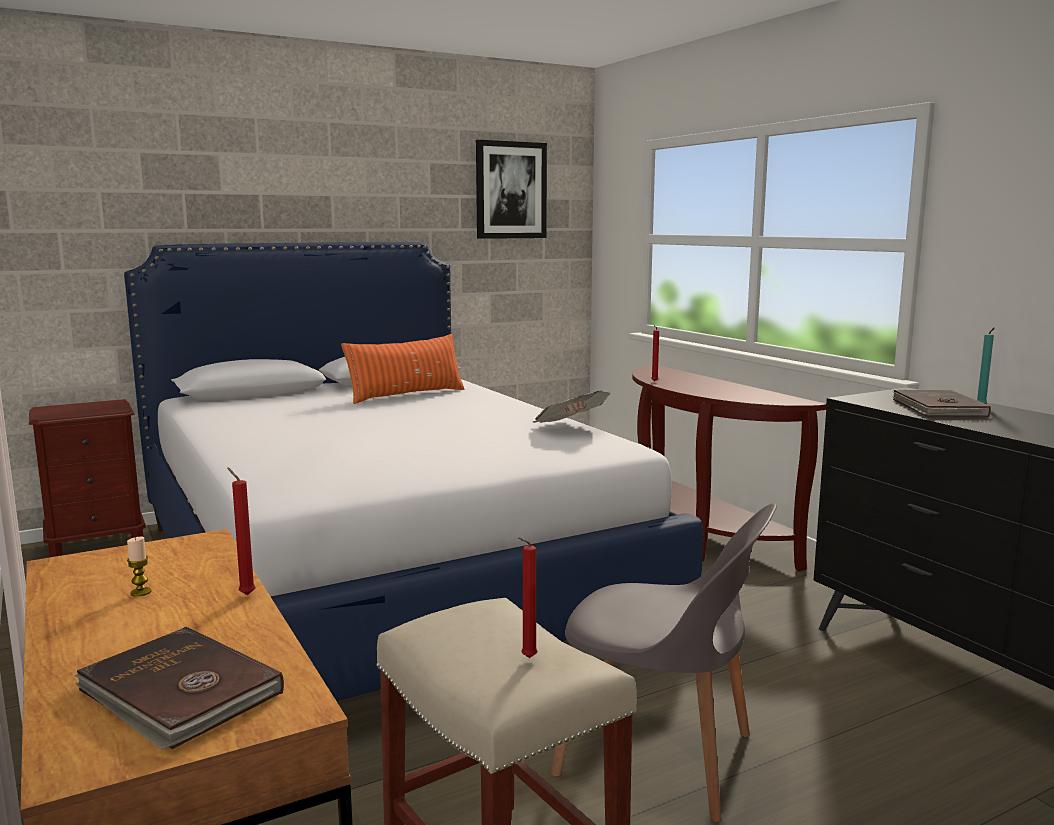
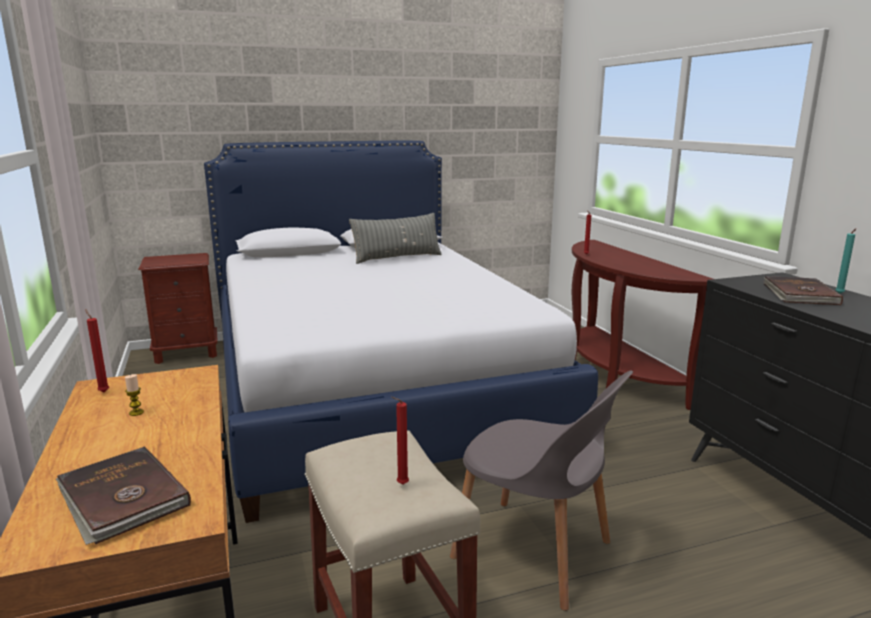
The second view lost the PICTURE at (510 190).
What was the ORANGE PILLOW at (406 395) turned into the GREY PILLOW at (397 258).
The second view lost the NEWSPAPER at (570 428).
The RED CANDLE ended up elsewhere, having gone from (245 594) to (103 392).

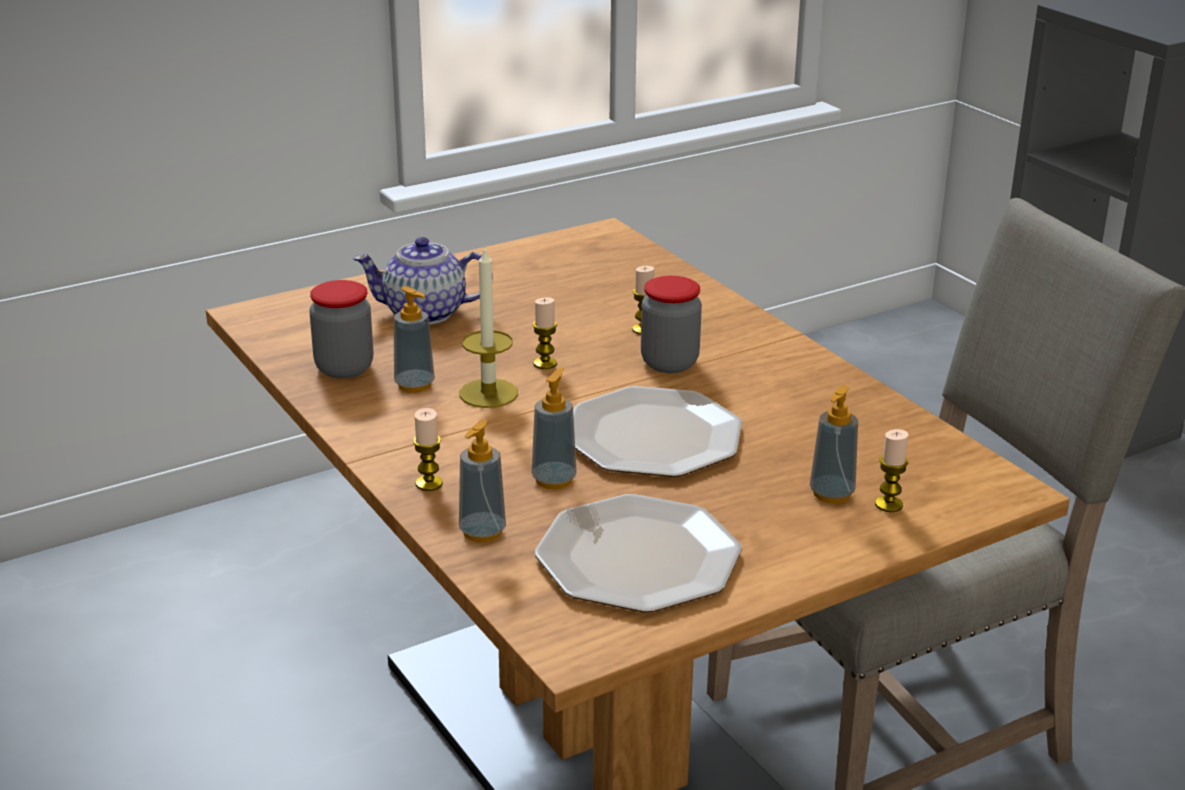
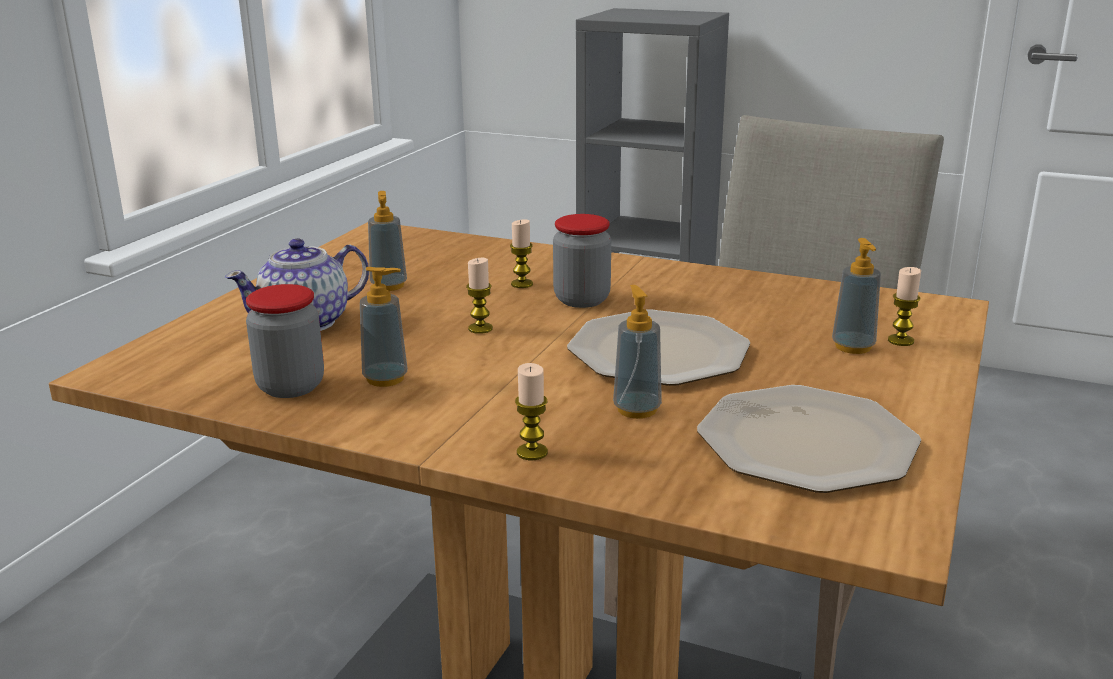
The second view lost the CANDLE at (488 393).
The SOAP DISPENSER ended up elsewhere, having gone from (482 532) to (388 286).

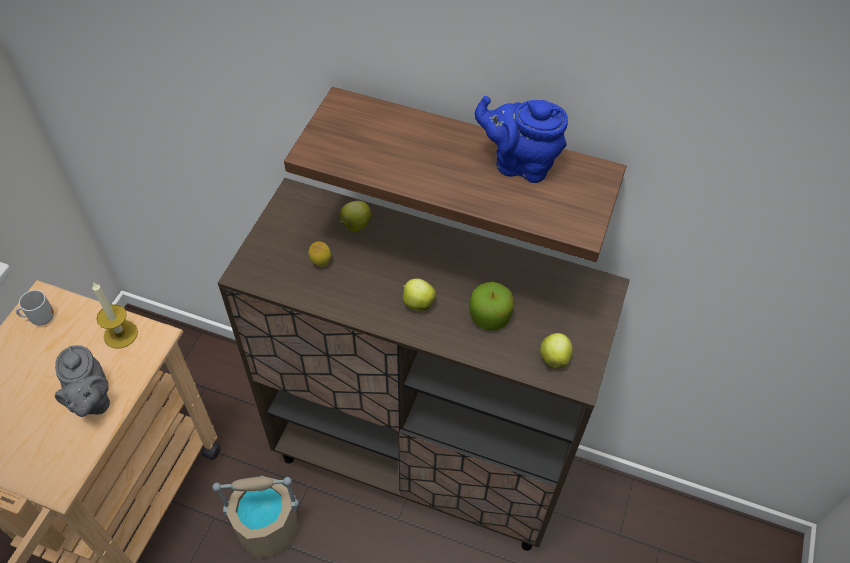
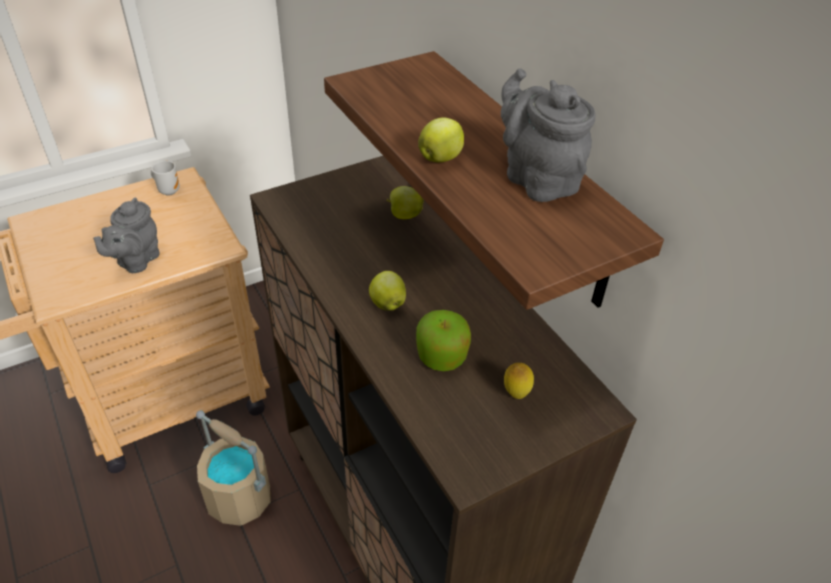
What was the BLUE TEAPOT at (519 164) turned into the GREY TEAPOT at (537 178).
The LEMON ended up elsewhere, having gone from (321 263) to (516 393).
The second view lost the CANDLE at (120 334).
The APPLE ended up elsewhere, having gone from (554 358) to (441 158).

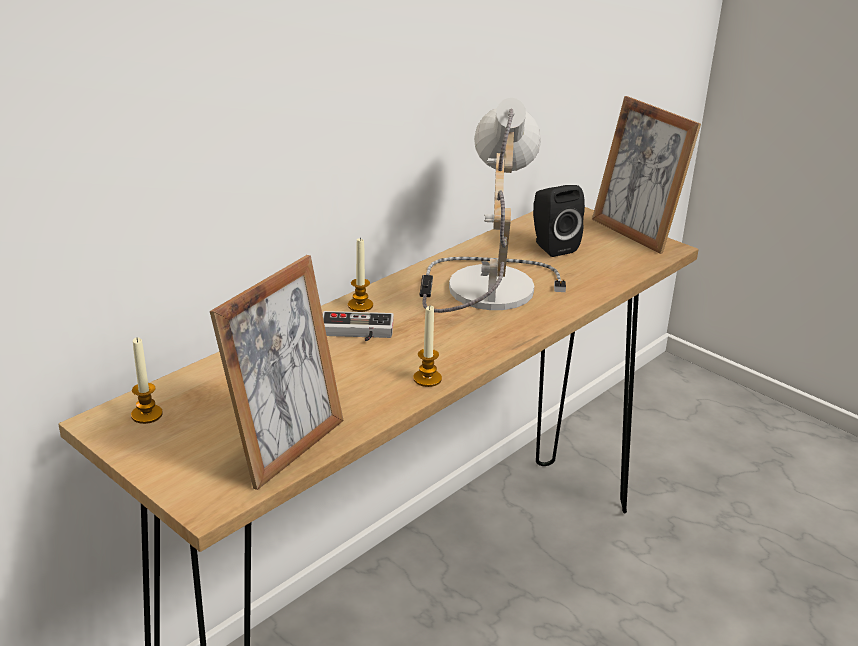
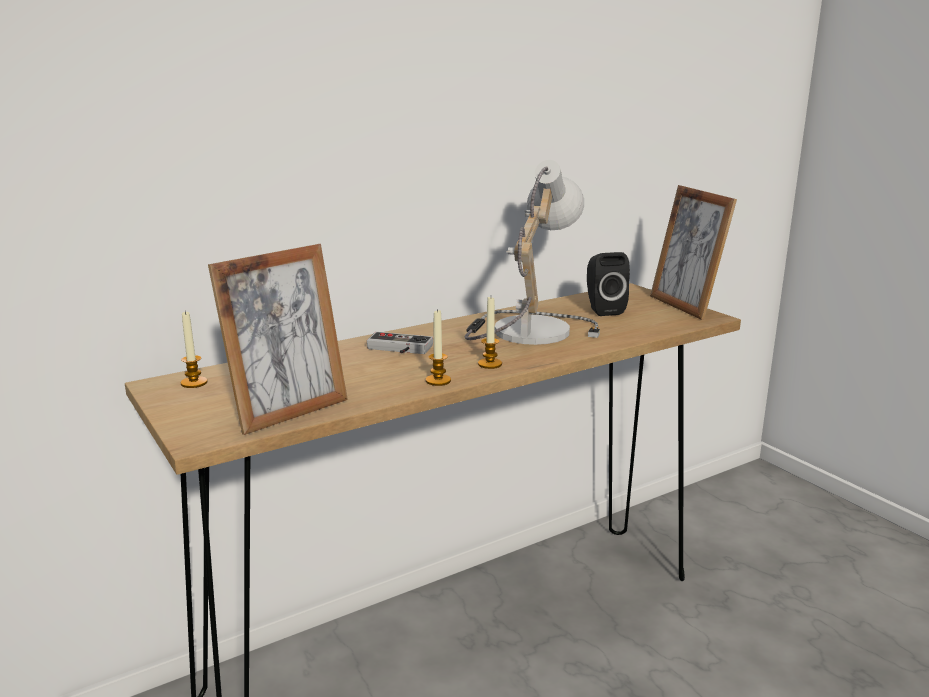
The CANDLE ended up elsewhere, having gone from (360 305) to (490 364).

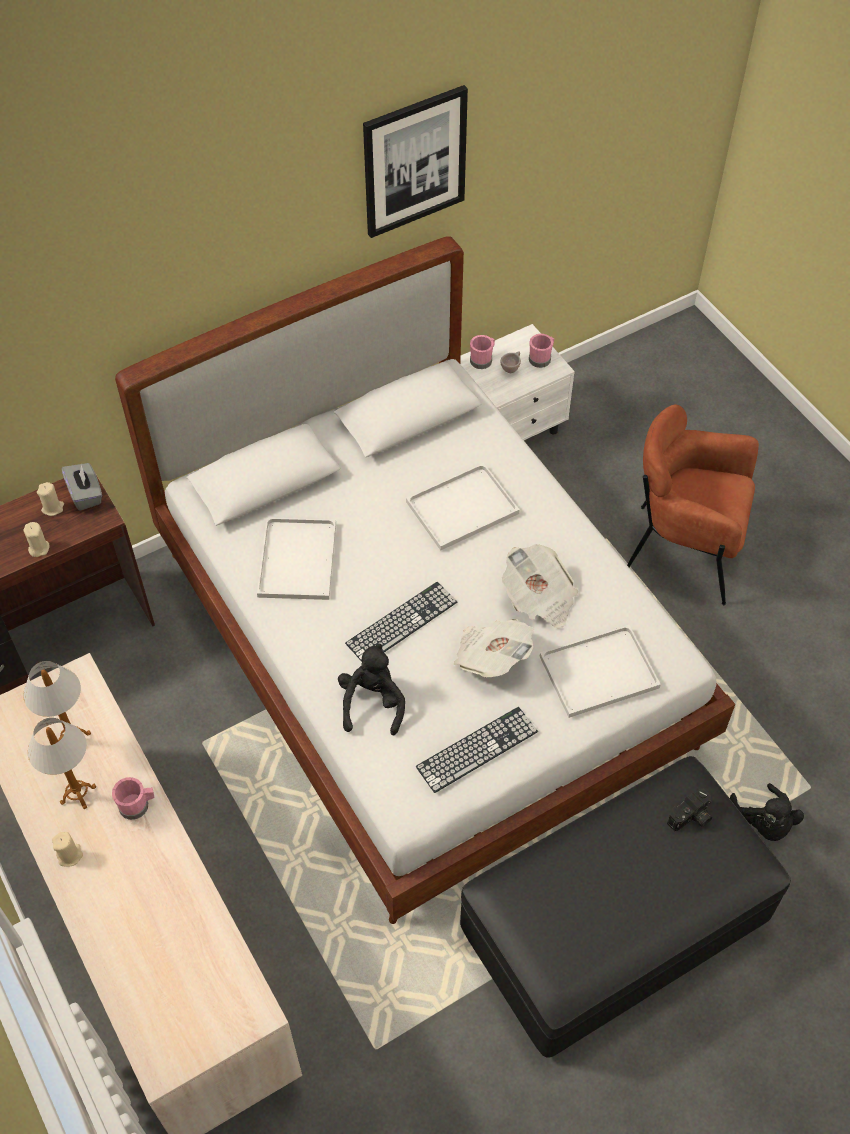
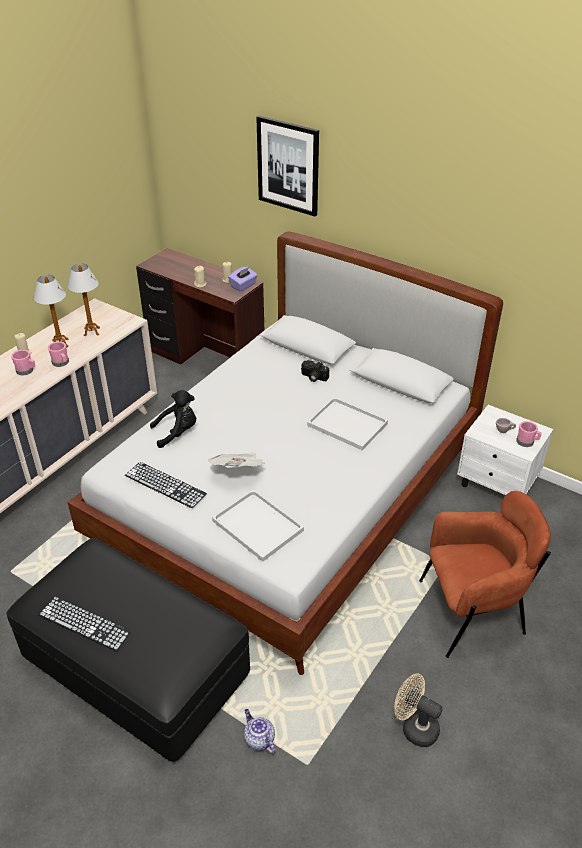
The PICTURE ended up elsewhere, having gone from (414 161) to (288 166).
The PINK MUG ended up elsewhere, having gone from (482 359) to (26 371).
The BROWN ARMCHAIR at (683 548) ended up facing another way, 90 degrees clockwise from before.
What was the GREY TISSUE BOX at (86 494) turned into the PURPLE TISSUE BOX at (243 286).
The second view lost the WHITE TRAY at (298 561).
The second view lost the NEWSPAPER at (539 598).
The KEYBOARD ended up elsewhere, having gone from (401 623) to (84 623).
Where the BLACK PLUSH TOY stood at (764 823), the TEAPOT came to stand at (259 739).
The PHOTO CAMERA ended up elsewhere, having gone from (691 818) to (313 377).
The second view gained the BEIGE FAN at (414 727).

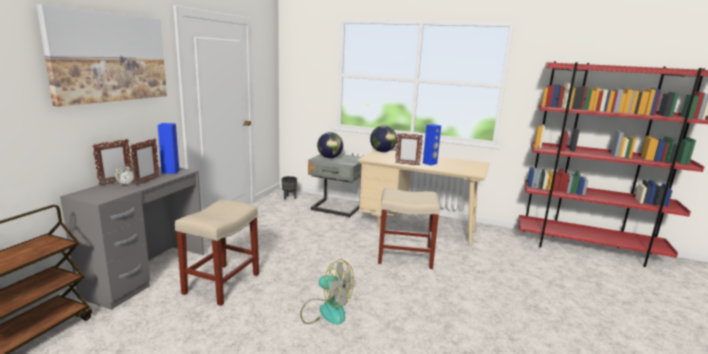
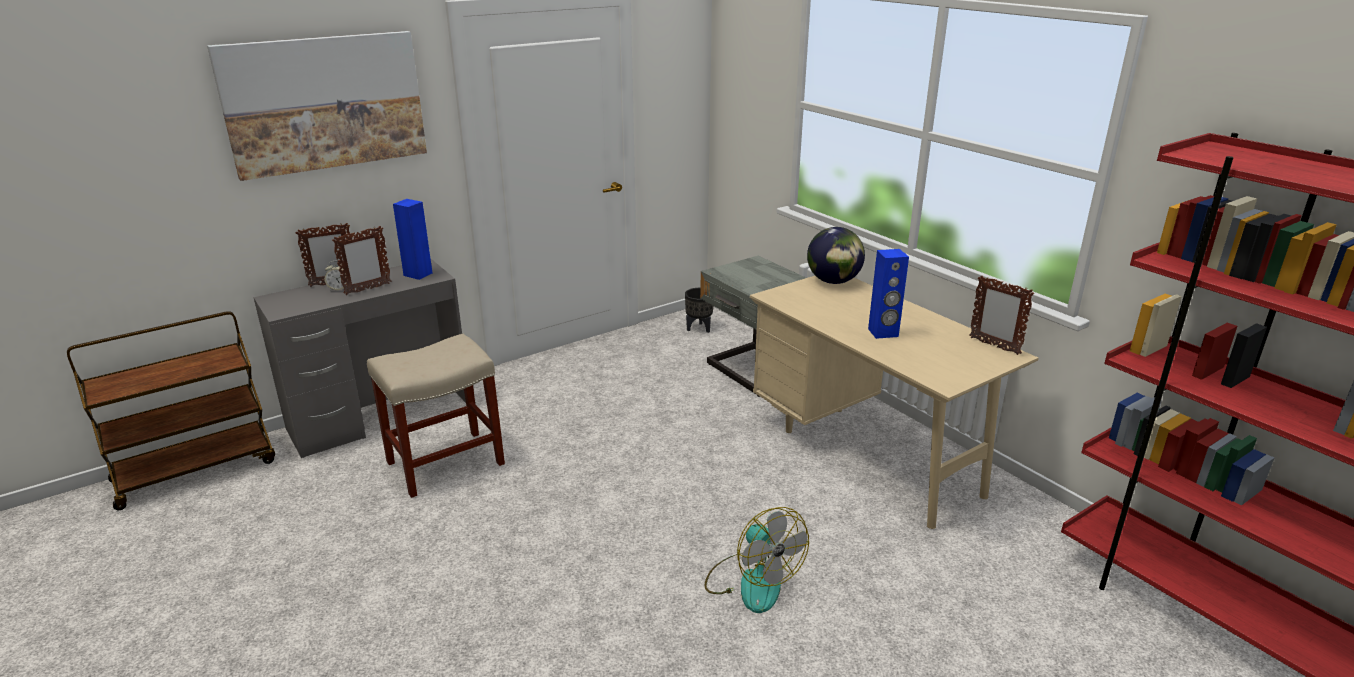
The second view lost the GLOBE at (330 157).
The PICTURE FRAME ended up elsewhere, having gone from (407 164) to (994 346).
The second view lost the BEIGE STOOL at (404 257).
The FAN ended up elsewhere, having gone from (326 311) to (752 581).

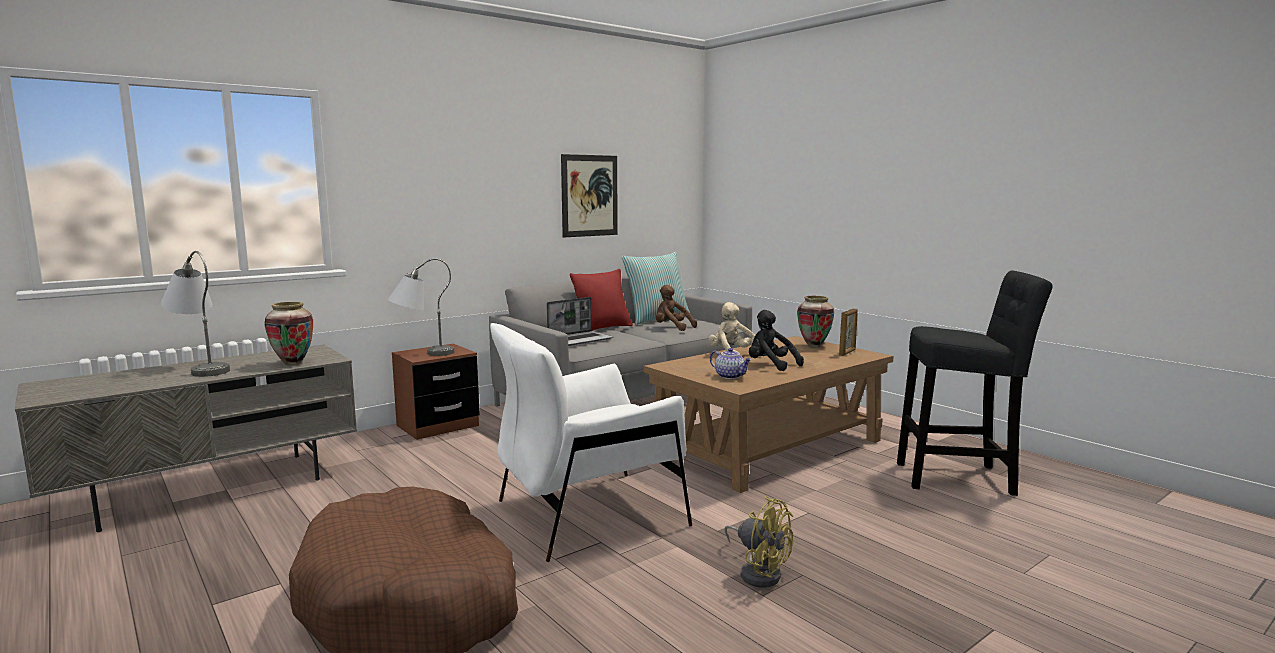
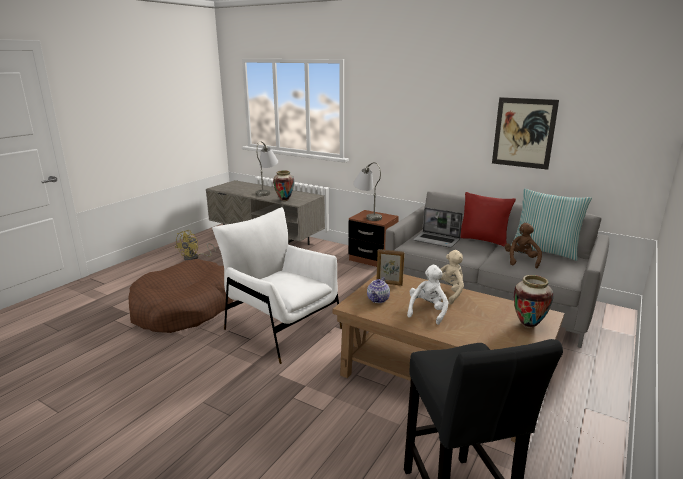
The PICTURE FRAME ended up elsewhere, having gone from (847 352) to (389 283).
What was the BLACK PLUSH TOY at (770 365) turned into the WHITE PLUSH TOY at (427 311).
The YELLOW FAN ended up elsewhere, having gone from (758 572) to (194 258).

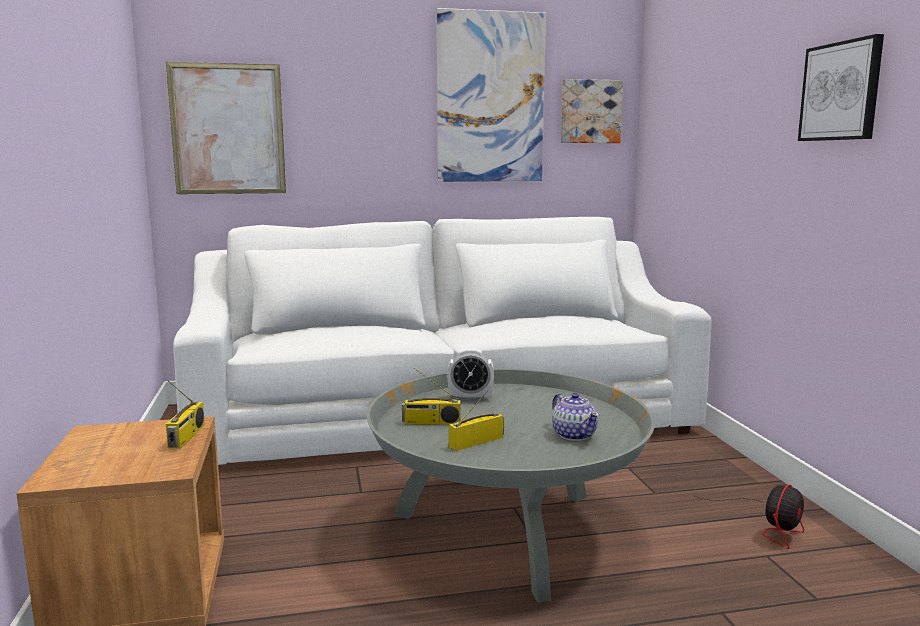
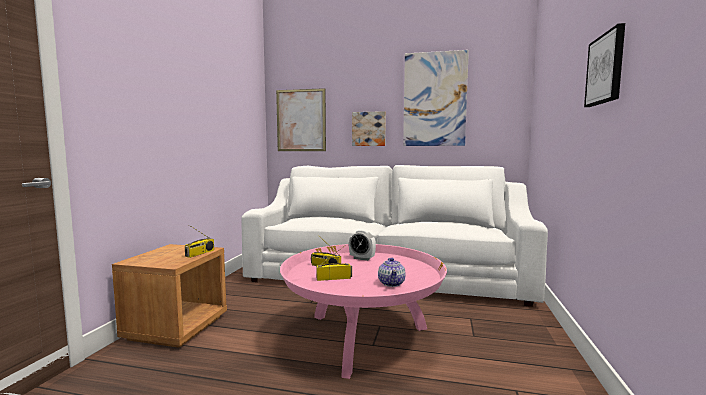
The PICTURE ended up elsewhere, having gone from (590 112) to (369 129).
What was the GREY COFFEE TABLE at (506 531) turned into the PINK COFFEE TABLE at (362 337).
The second view lost the FAN at (769 525).

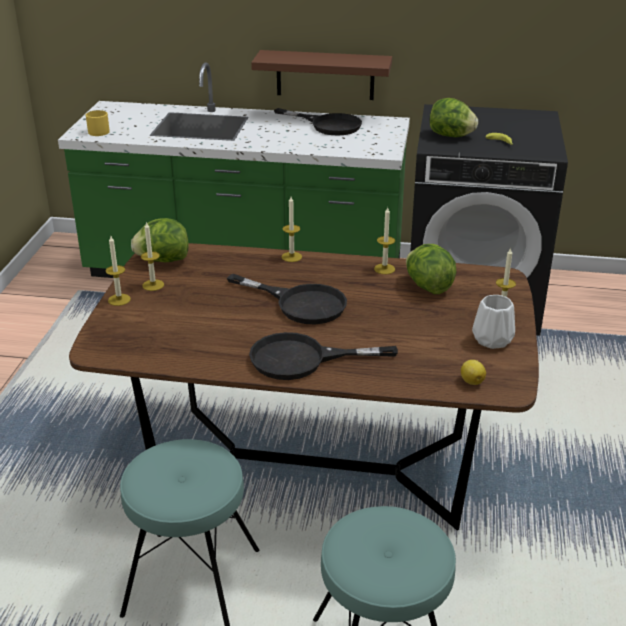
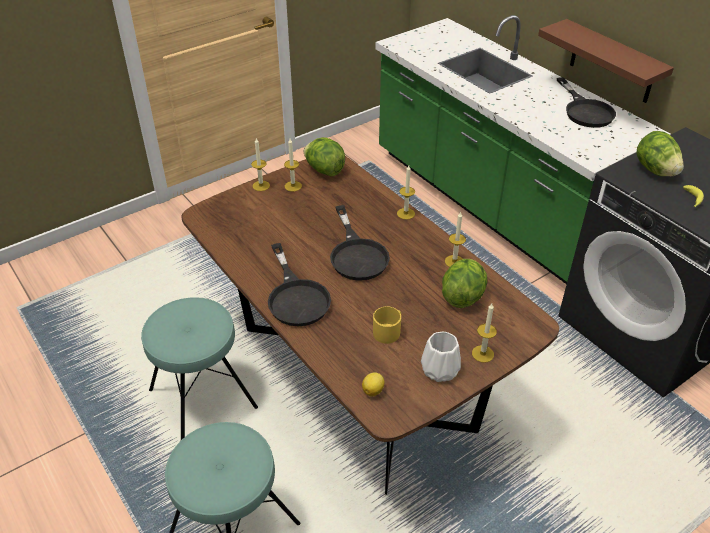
The YELLOW MUG ended up elsewhere, having gone from (99 131) to (389 331).
The BLACK FRYING PAN at (302 359) ended up facing another way, 150 degrees counterclockwise from before.

